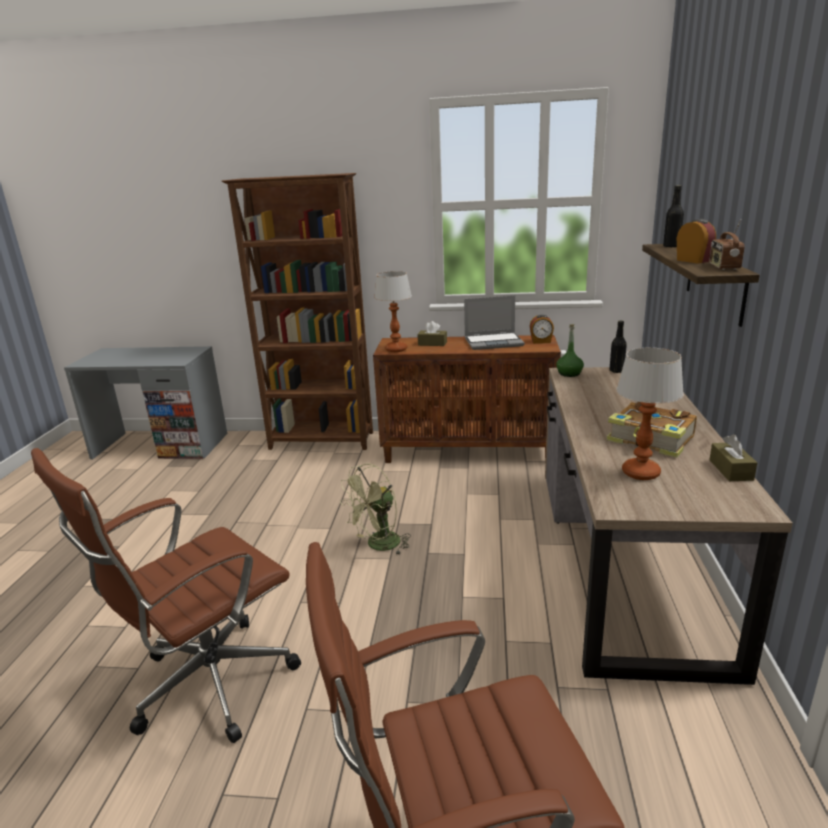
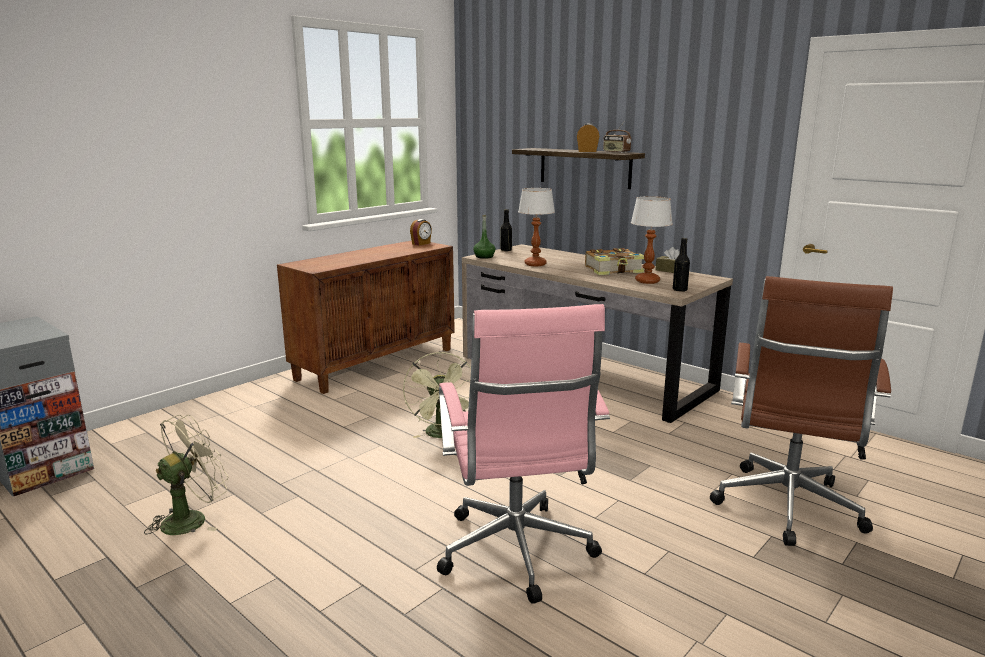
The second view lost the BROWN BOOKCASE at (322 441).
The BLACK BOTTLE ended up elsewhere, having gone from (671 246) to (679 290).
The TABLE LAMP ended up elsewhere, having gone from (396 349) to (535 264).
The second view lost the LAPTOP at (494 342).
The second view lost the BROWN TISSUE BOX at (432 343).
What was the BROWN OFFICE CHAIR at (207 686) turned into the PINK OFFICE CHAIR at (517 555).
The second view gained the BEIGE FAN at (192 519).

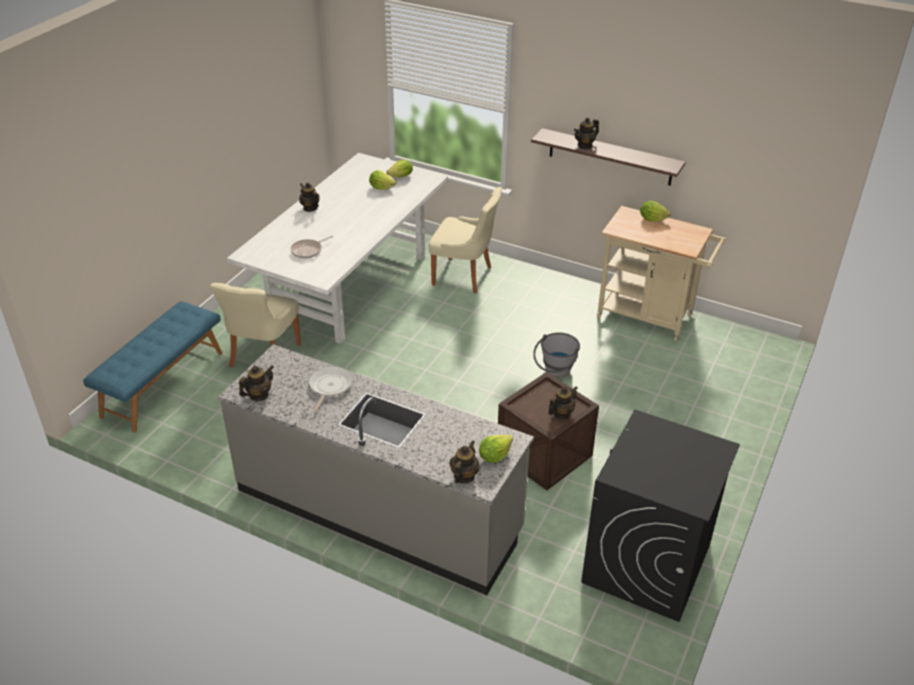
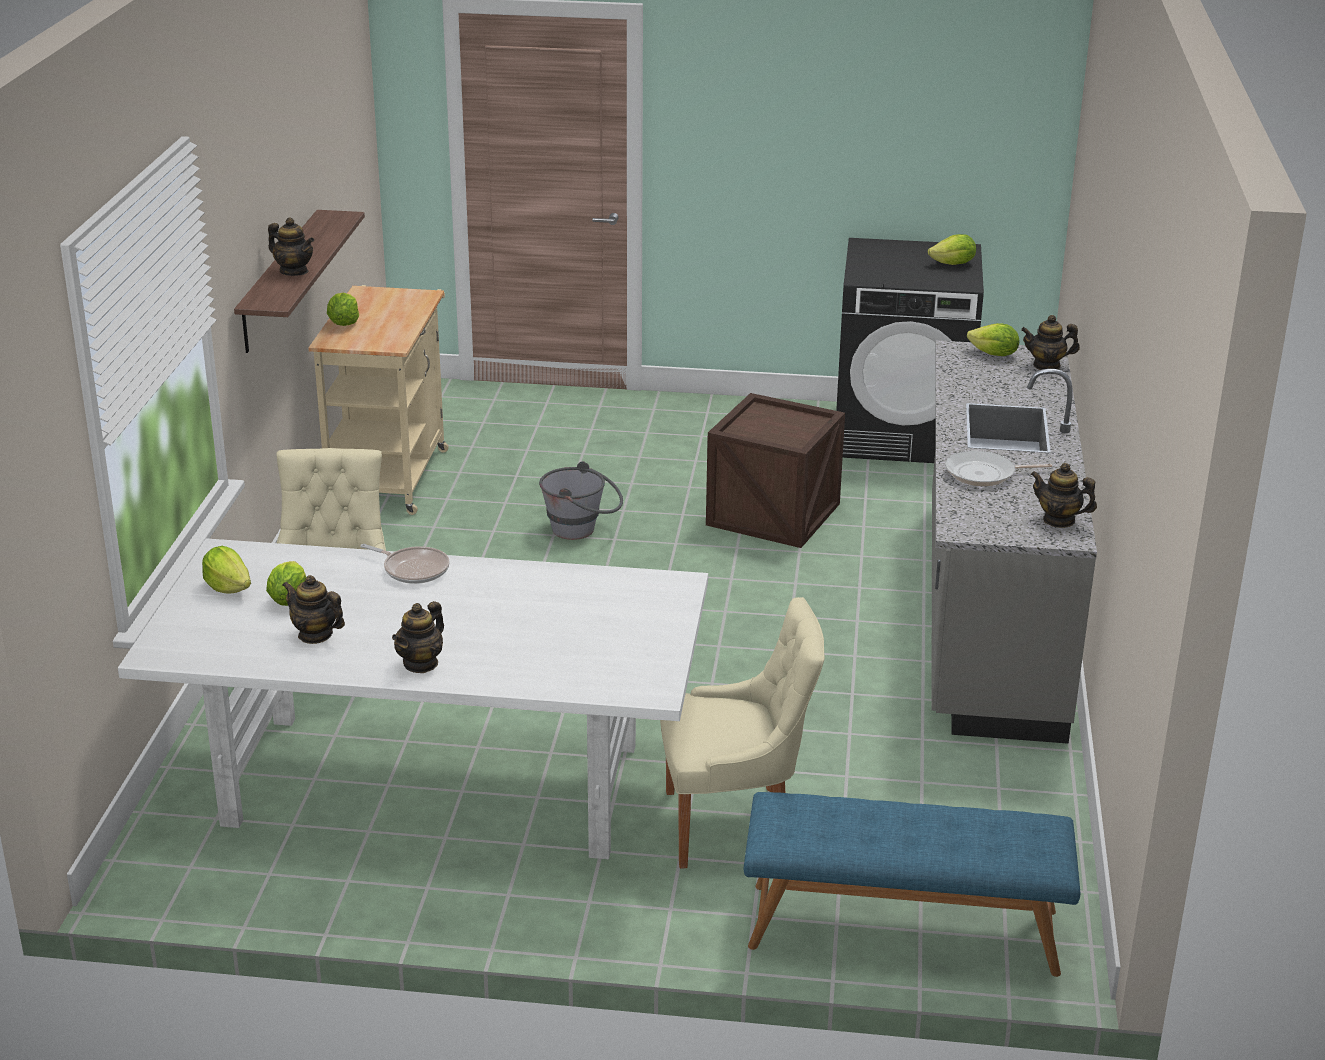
The FRYING PAN ended up elsewhere, having gone from (308 250) to (413 569).
The TEAPOT ended up elsewhere, having gone from (561 413) to (315 635).
The second view gained the LETTUCE at (953 264).

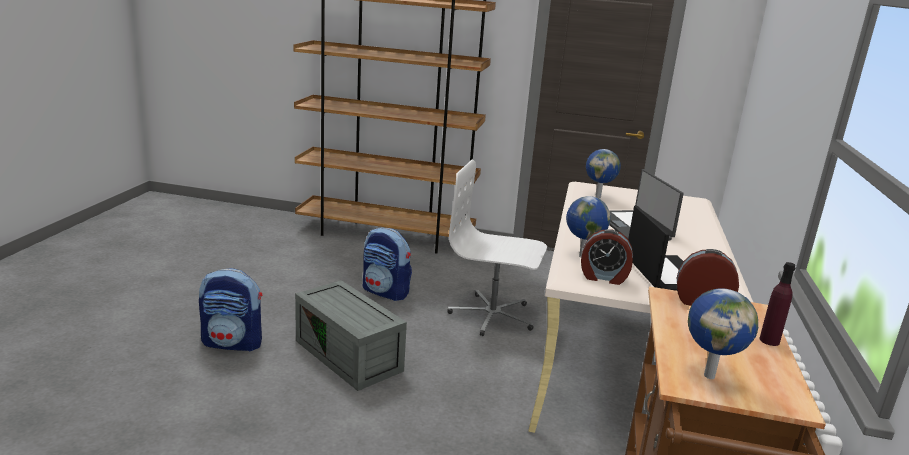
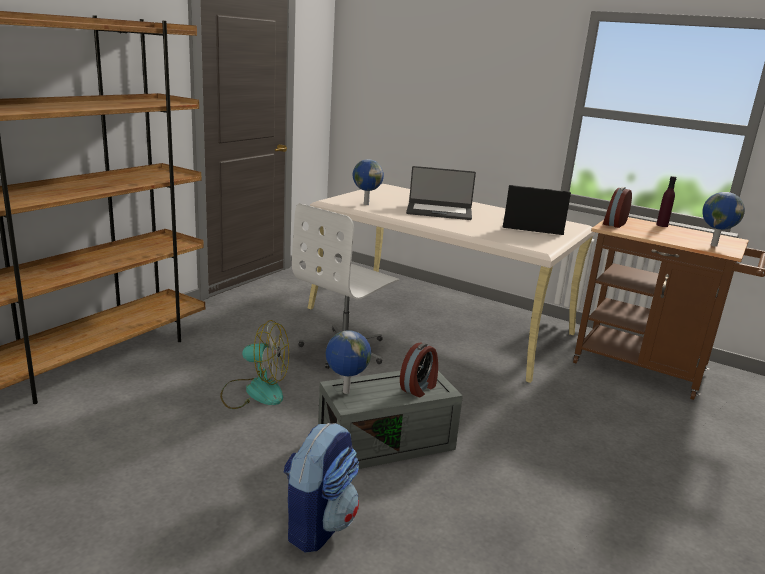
The GLOBE ended up elsewhere, having gone from (581 256) to (345 392).
Where the BACKPACK stood at (386 292), the FAN came to stand at (255 391).
The ALARM CLOCK ended up elsewhere, having gone from (603 277) to (419 388).

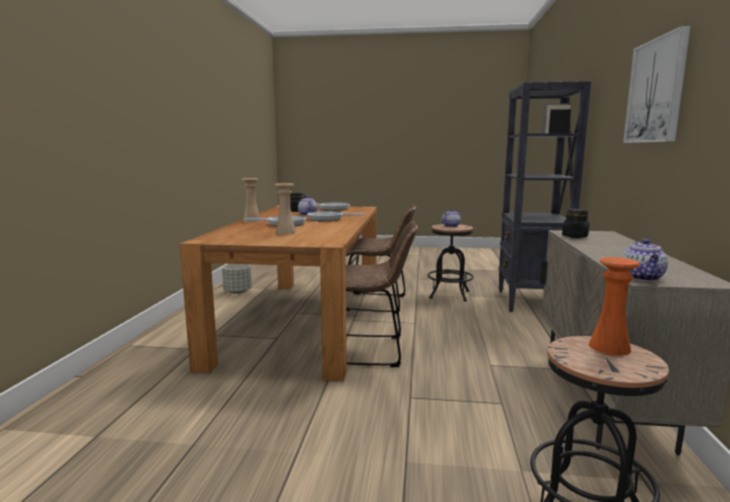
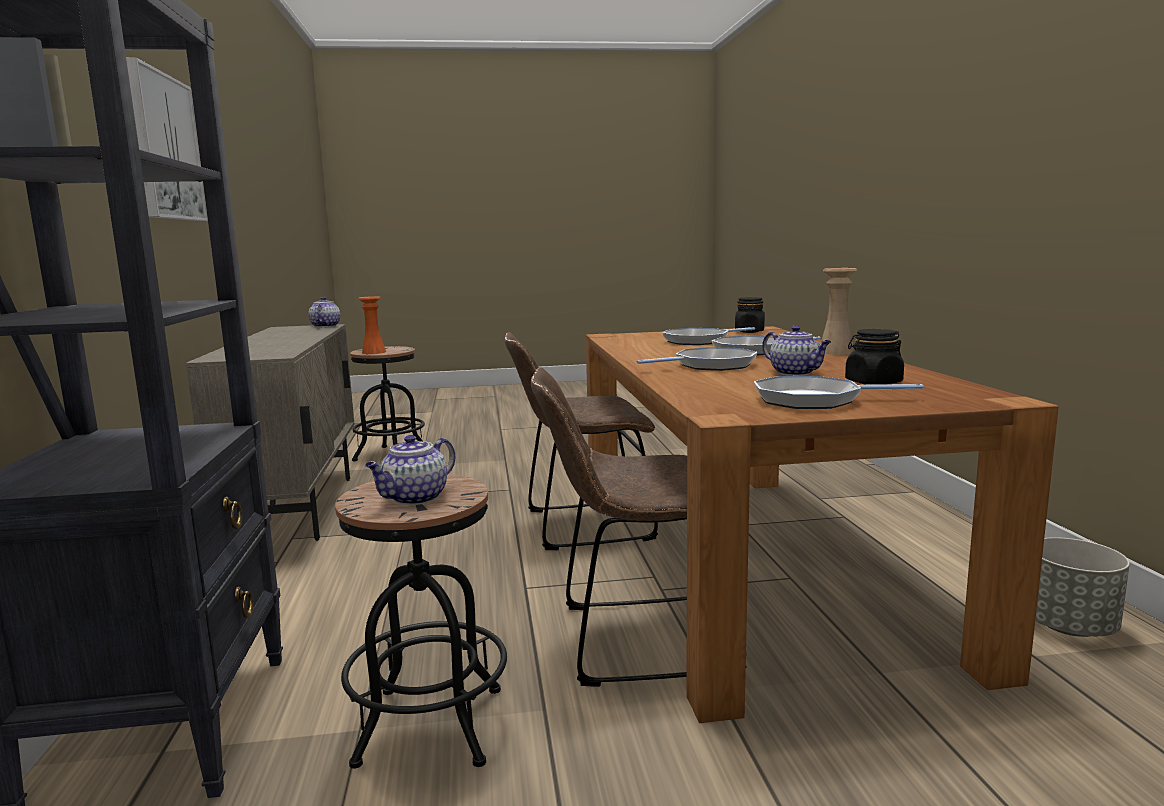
Where the BEIGE VASE stood at (285 232), the FRYING PAN came to stand at (699 341).
The BLACK JAR ended up elsewhere, having gone from (575 236) to (749 331).

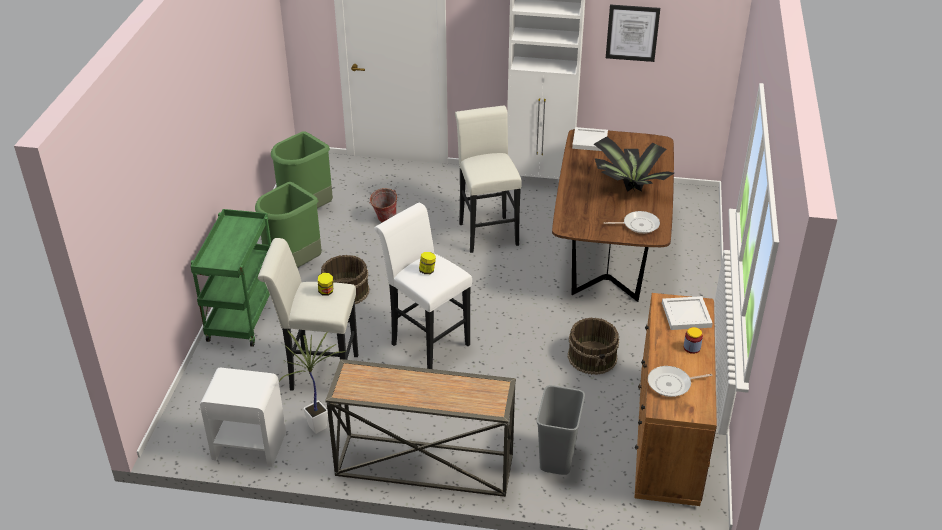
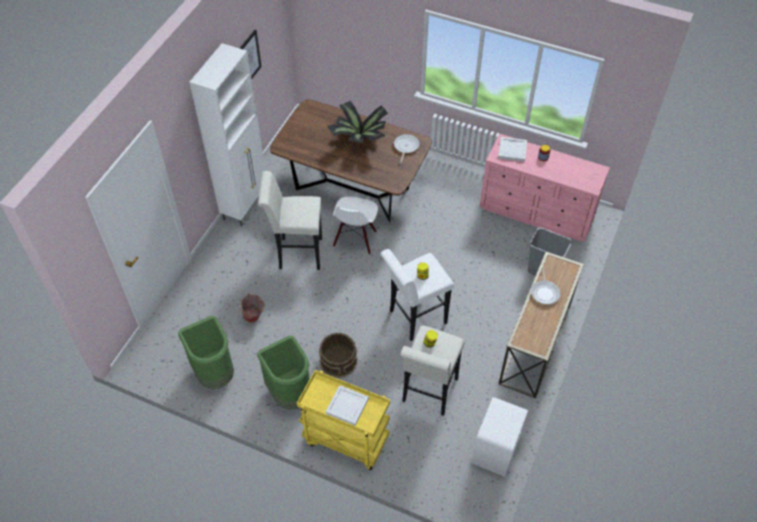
The WHITE TRAY ended up elsewhere, having gone from (590 140) to (347 405).
What was the GREEN CART at (242 315) turned into the YELLOW CART at (345 440).
What was the BROWN DRESSER at (668 438) turned into the PINK DRESSER at (537 212).
The second view lost the BROWN BUCKET at (593 357).
The second view lost the POTTED PLANT at (317 424).
The FRYING PAN ended up elsewhere, having gone from (671 384) to (545 292).
The second view gained the WHITE CHAIR at (355 239).

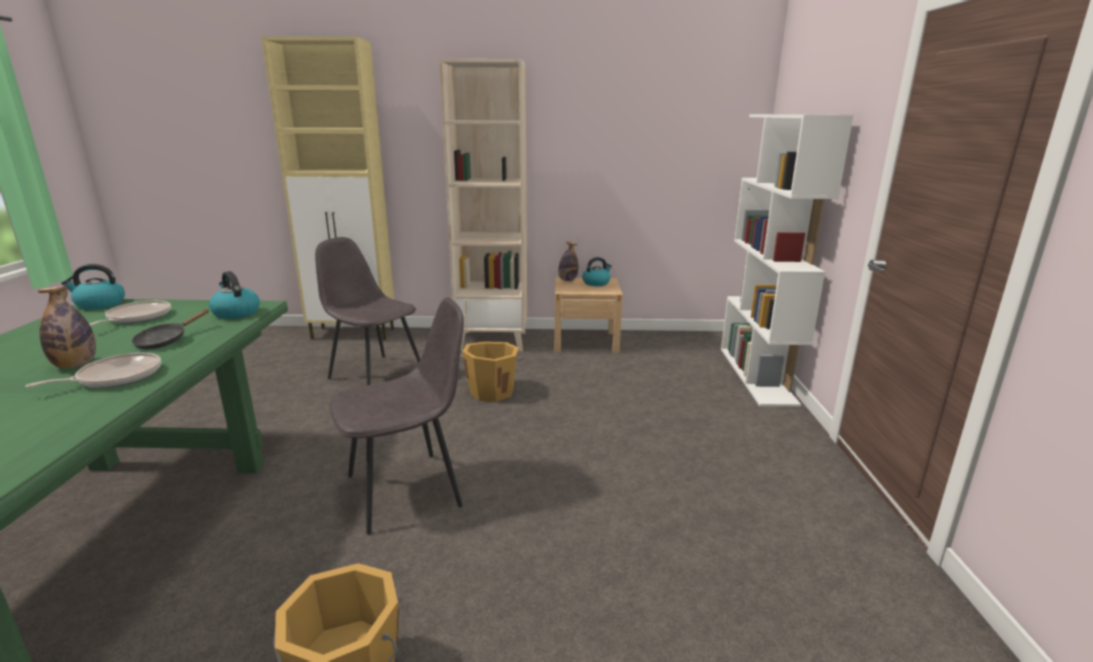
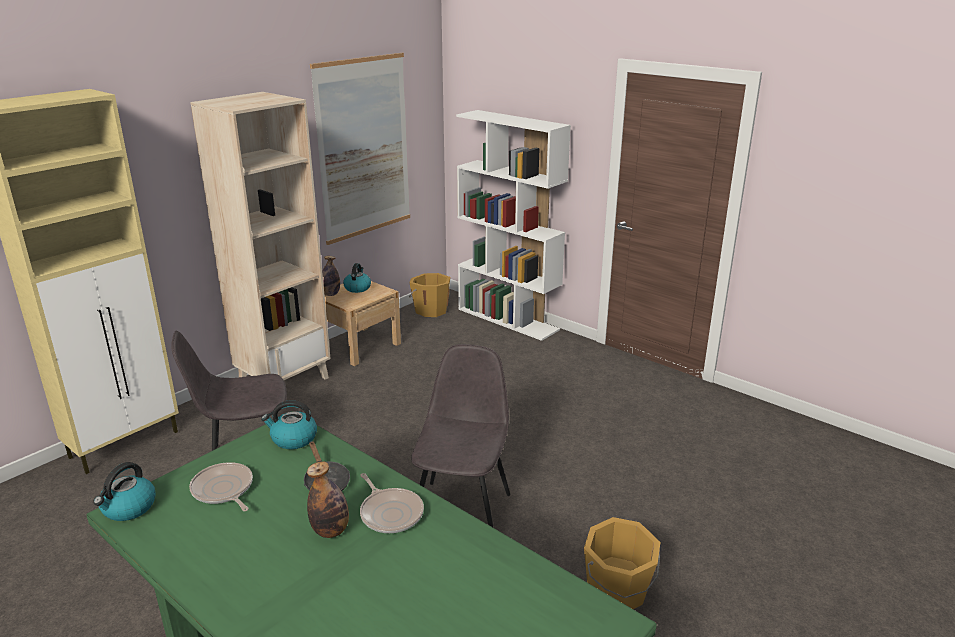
The ORANGE BUCKET ended up elsewhere, having gone from (492 391) to (430 310).
The FRYING PAN at (116 377) ended up facing another way, 150 degrees clockwise from before.
The second view gained the PICTURE at (364 148).

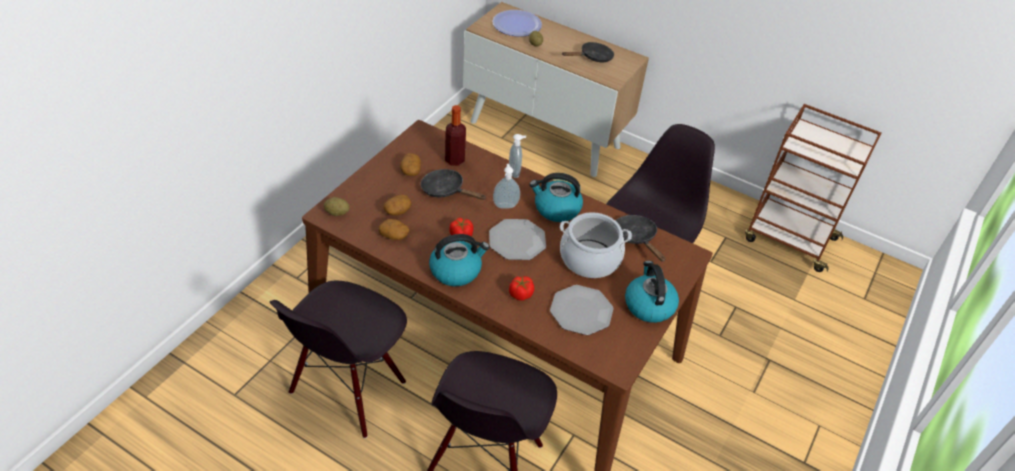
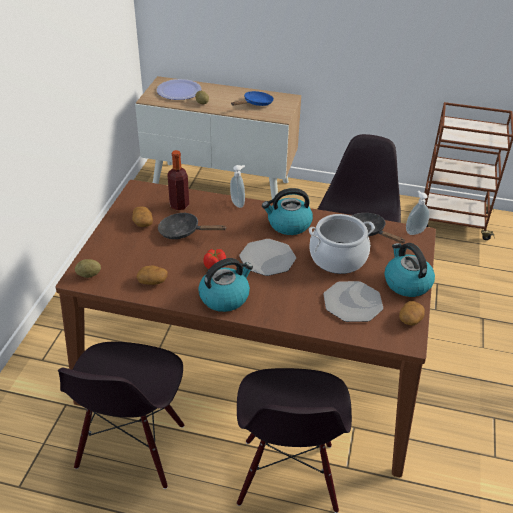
What was the BLACK FRYING PAN at (593 57) turned into the BLUE FRYING PAN at (255 104).
The SOAP DISPENSER ended up elsewhere, having gone from (505 205) to (414 231).
The POTATO ended up elsewhere, having gone from (397 211) to (410 320).
The second view lost the TOMATO at (520 294).

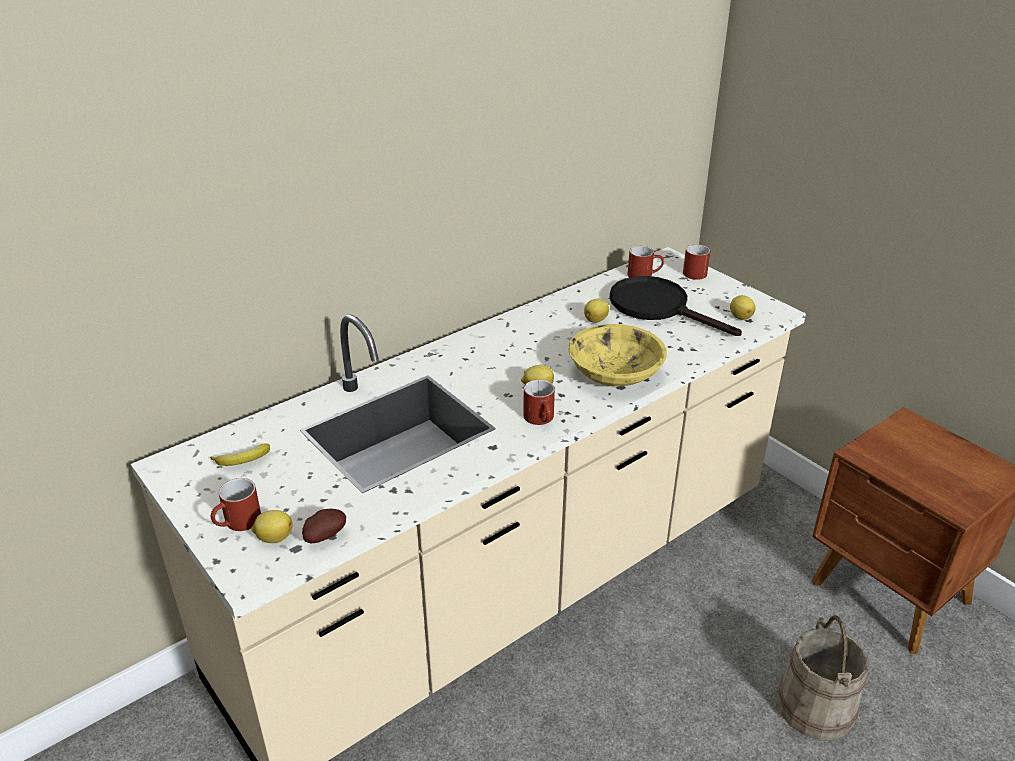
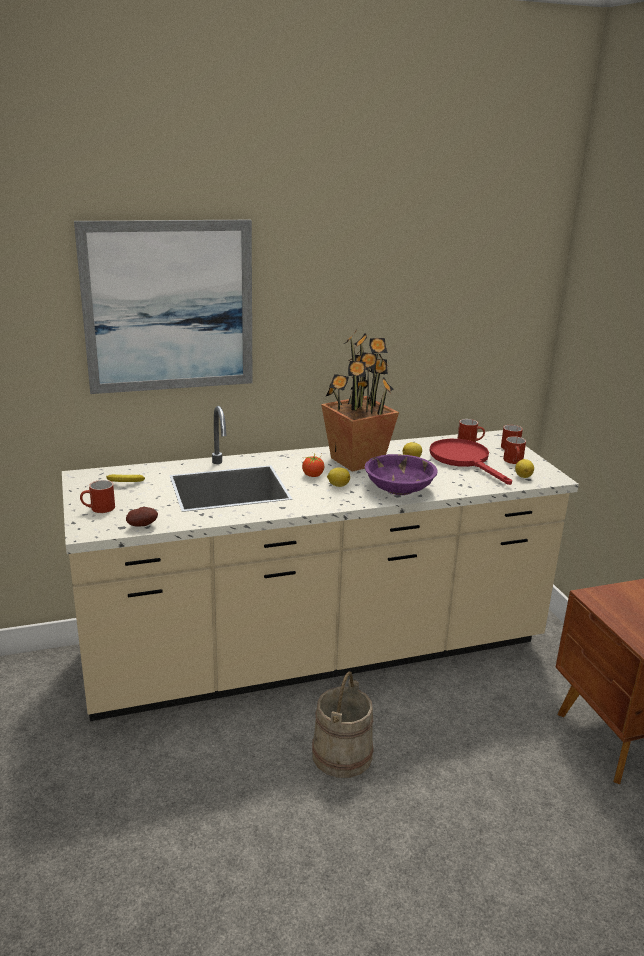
What was the BLACK FRYING PAN at (658 307) turned into the RED FRYING PAN at (464 460).
What was the YELLOW BOWL at (615 374) turned into the PURPLE BOWL at (399 489).
The RED MUG ended up elsewhere, having gone from (541 419) to (514 462).
The second view lost the LEMON at (274 538).
The BEIGE BUCKET ended up elsewhere, having gone from (816 707) to (342 755).
The second view gained the PICTURE at (169 307).
The second view gained the POTTED PLANT at (357 460).
The second view gained the TOMATO at (313 475).

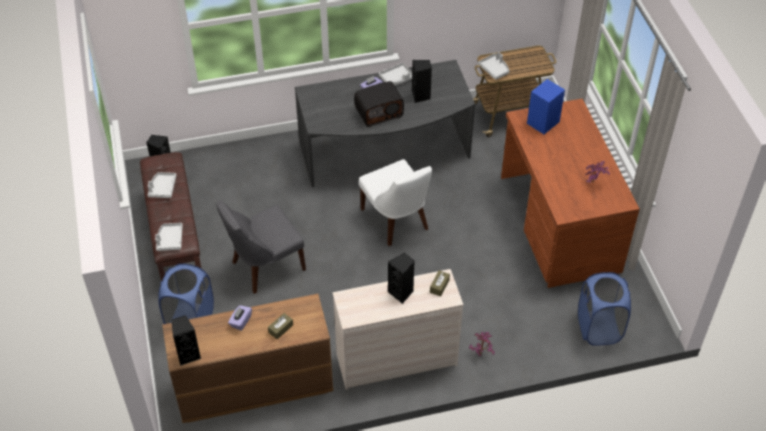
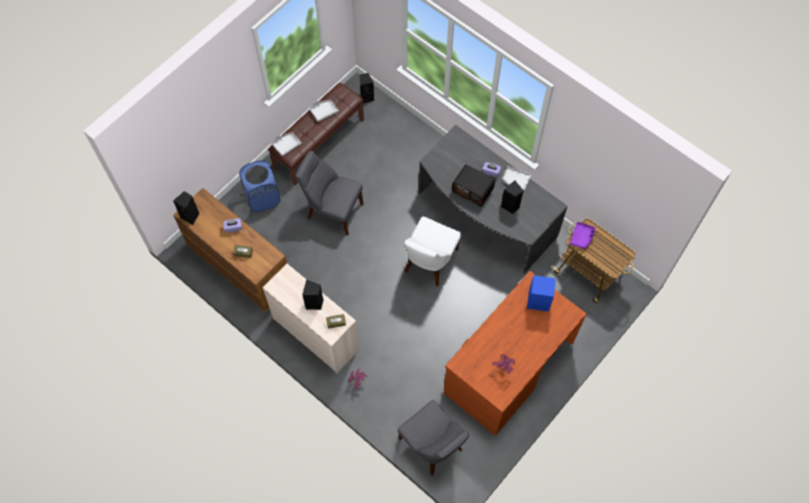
What was the GREY TRAY at (494 69) turned into the PURPLE TRAY at (582 237).
Where the BLUE LAUNDRY BASKET stood at (599 328), the GREY CHAIR came to stand at (432 446).

